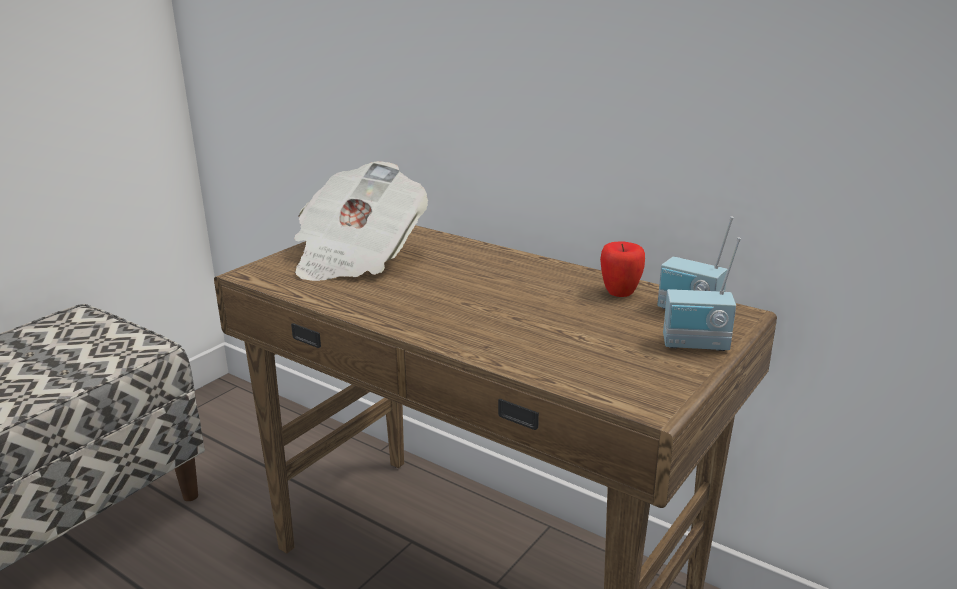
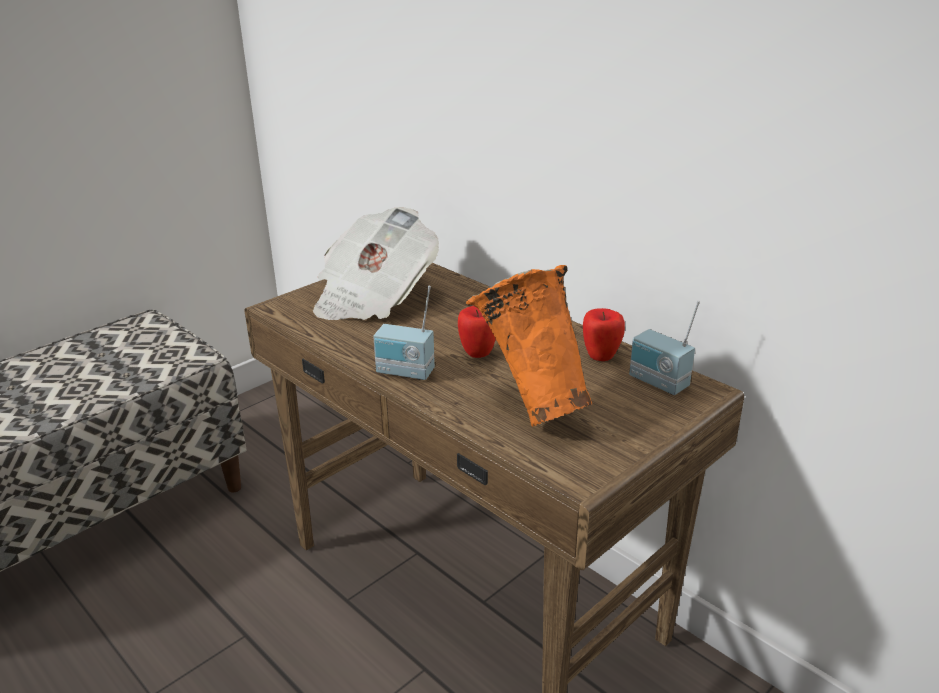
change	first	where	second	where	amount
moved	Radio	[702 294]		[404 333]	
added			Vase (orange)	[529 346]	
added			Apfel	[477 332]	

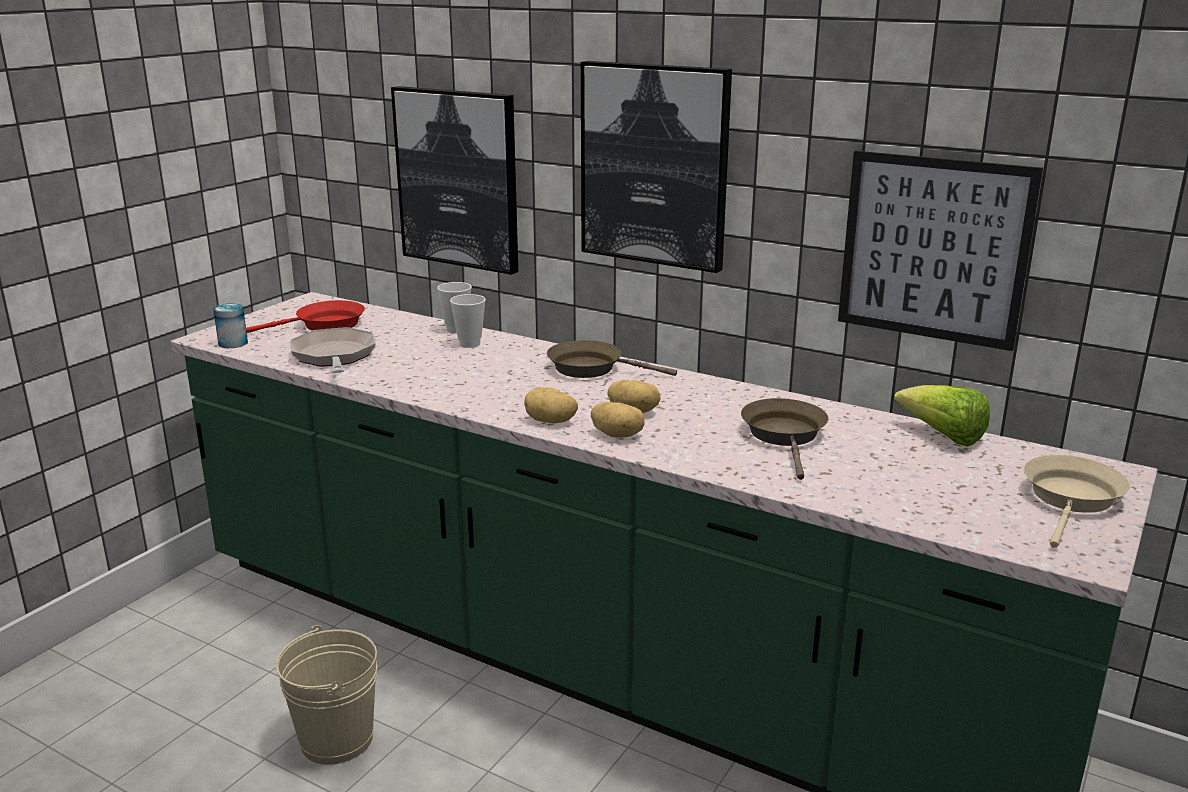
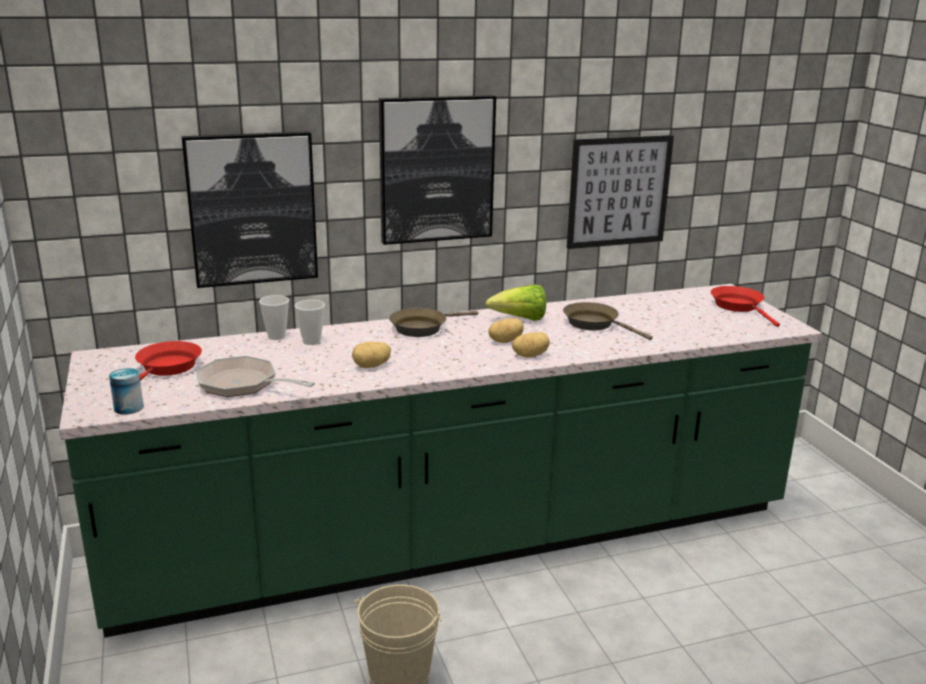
change	first	where	second	where	amount
moved	Salatkopf	[942 416]		[515 302]	
moved	Kartoffel	[551 405]		[371 354]	
recoloured	Pfanne (beige)	[1077 501]	Pfanne (rot)	[745 306]	

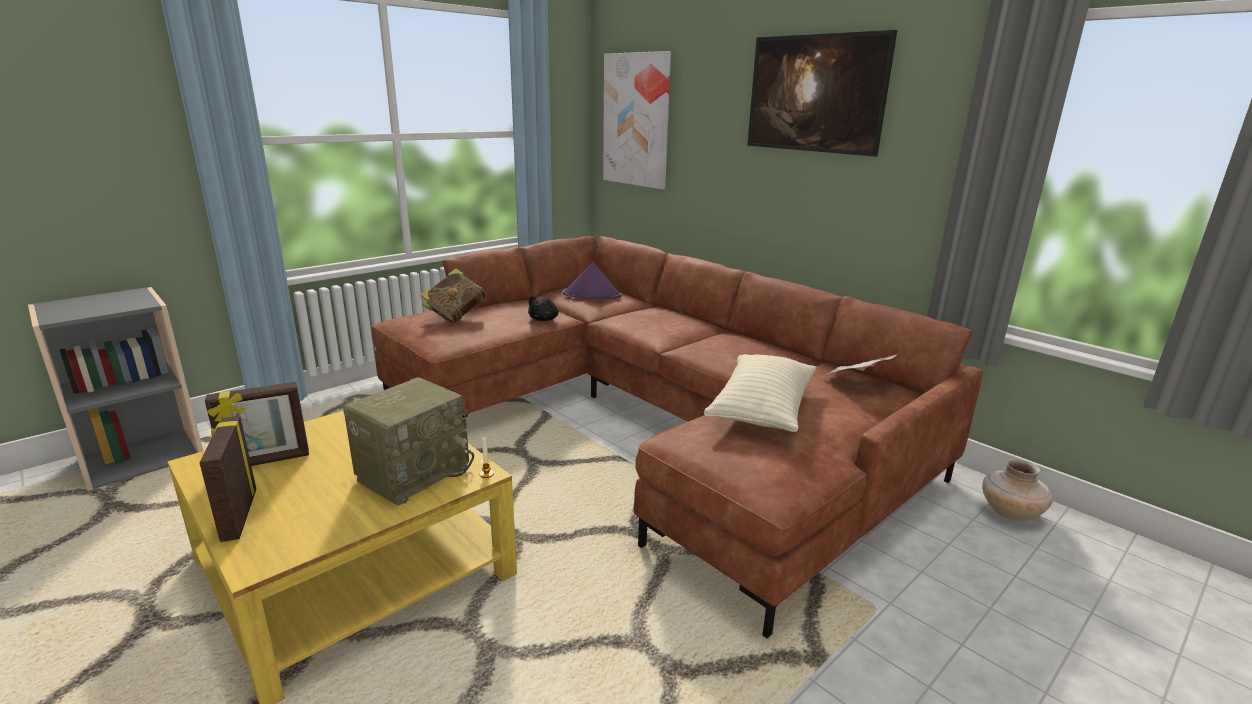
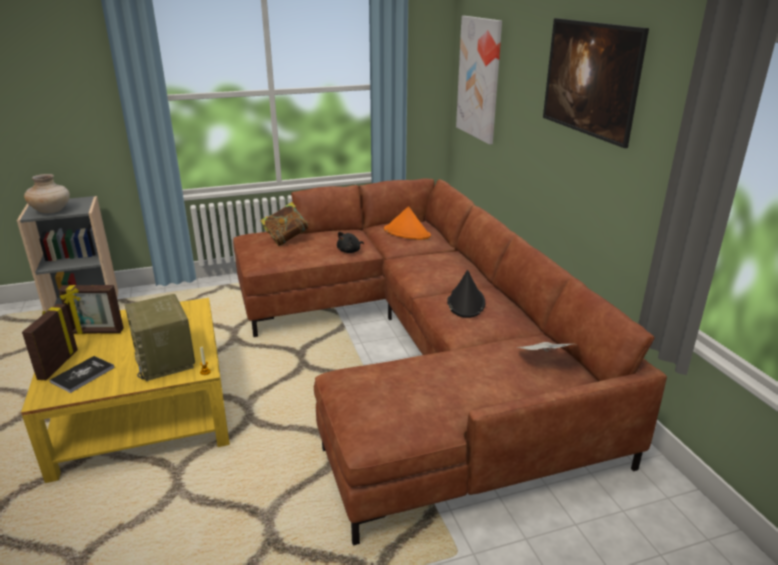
change	first	where	second	where	amount
recoloured	Hut (lila)	[592 281]	Hut (orange)	[407 223]	
removed	Kissen (beige)	[760 393]			
turned	Radio	[408 441]		[160 337]	90 degrees clockwise
moved	Vase (beige)	[1017 490]		[47 193]	
added			Hut (schwarz)	[466 294]	
added			Buch	[82 374]	

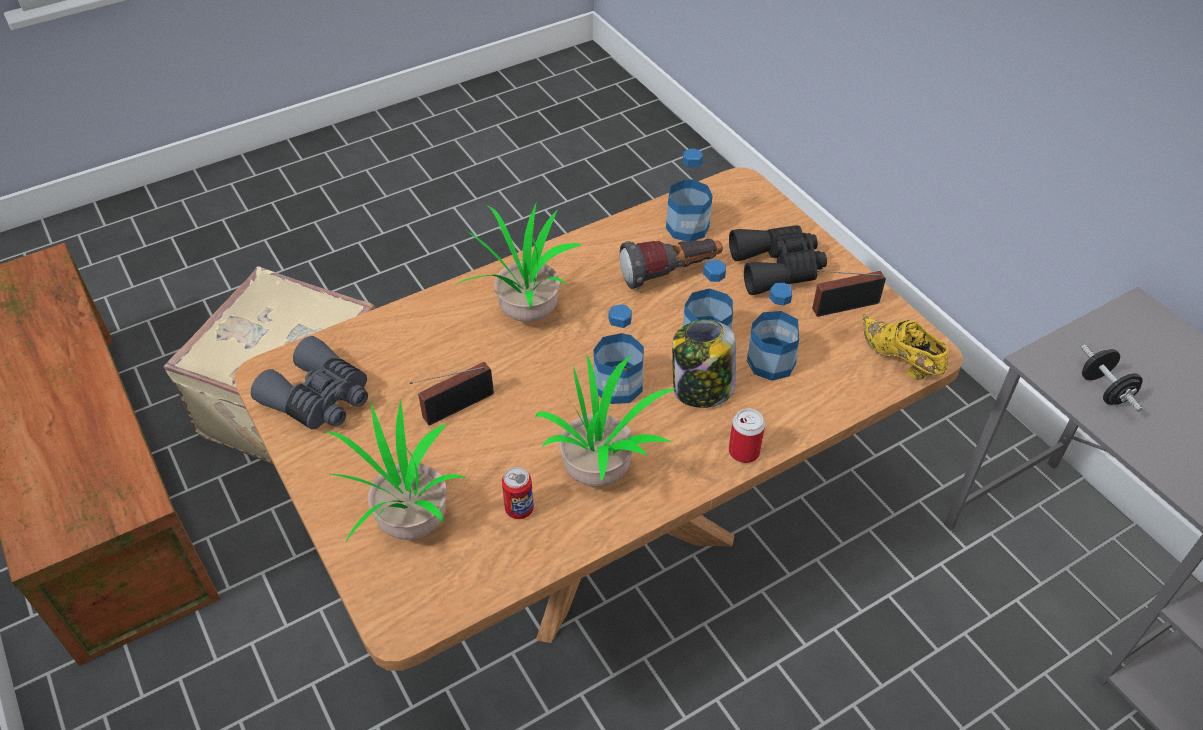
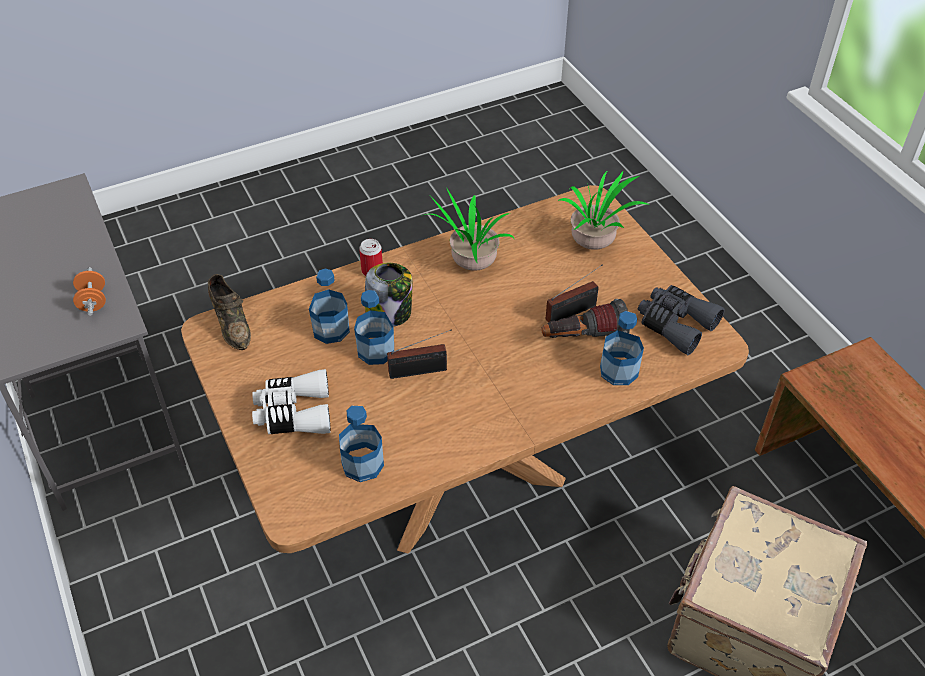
change	first	where	second	where	amount
removed	Topfpflanze	[517 263]			
recoloured	Fernglas (schwarz)	[778 260]	Fernglas (weiß)	[291 401]	
moved	Taschenlampe	[671 264]		[585 318]	
moved	Radio	[849 293]		[419 354]	
moved	Flasche	[618 354]		[622 348]	
recoloured	Schuh (gelb)	[905 347]	Schuh (braun)	[229 312]	
recoloured	Hantel (schwarz)	[1112 378]	Hantel (orange)	[89 291]	
removed	Dose	[518 493]			

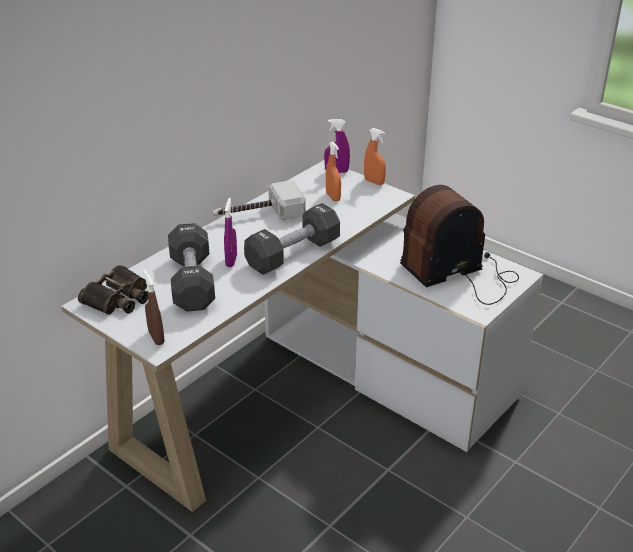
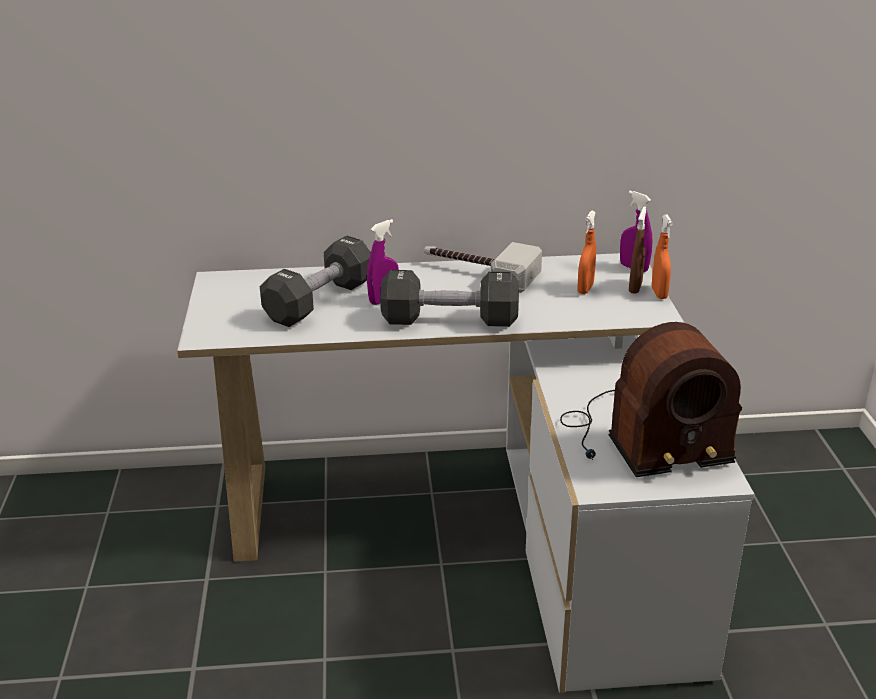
change	first	where	second	where	amount
turned	Radio	[459 245]		[651 399]	150 degrees clockwise
removed	Fernglas	[113 290]			
moved	Sprühflasche (braun)	[154 307]		[637 250]	

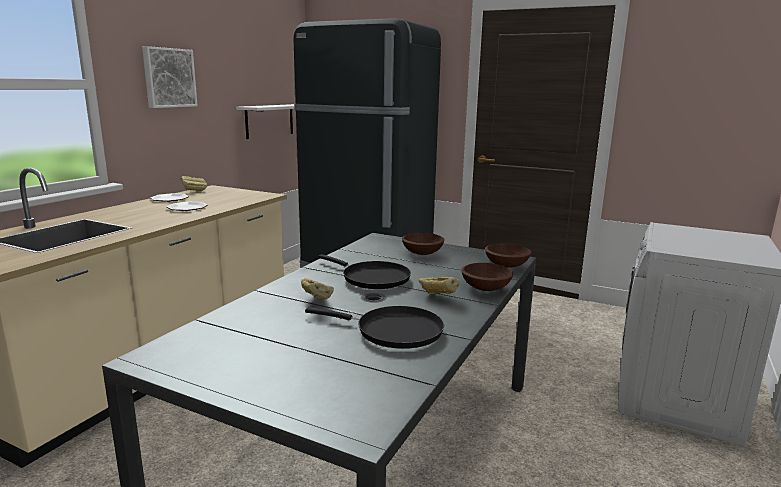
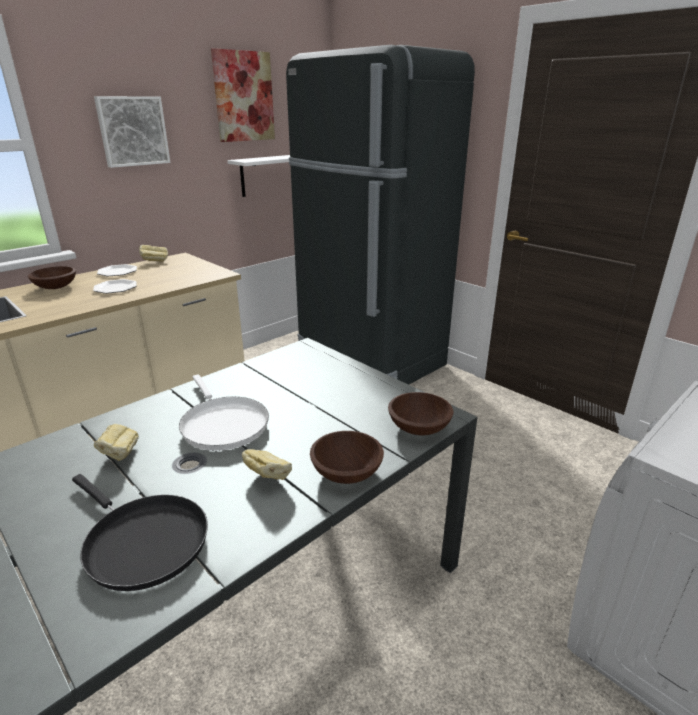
change	first	where	second	where	amount
moved	Schüssel (braun)	[423 244]		[52 277]	
recoloured	Pfanne (schwarz)	[364 271]	Pfanne (weiß)	[224 412]	
added			Bild	[243 95]	

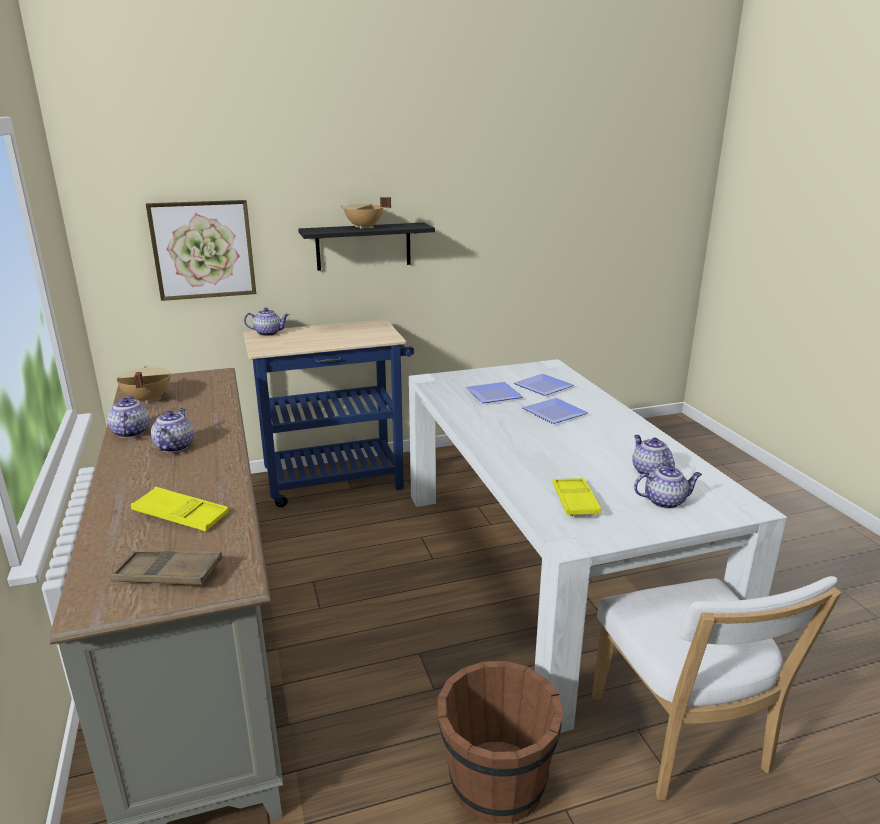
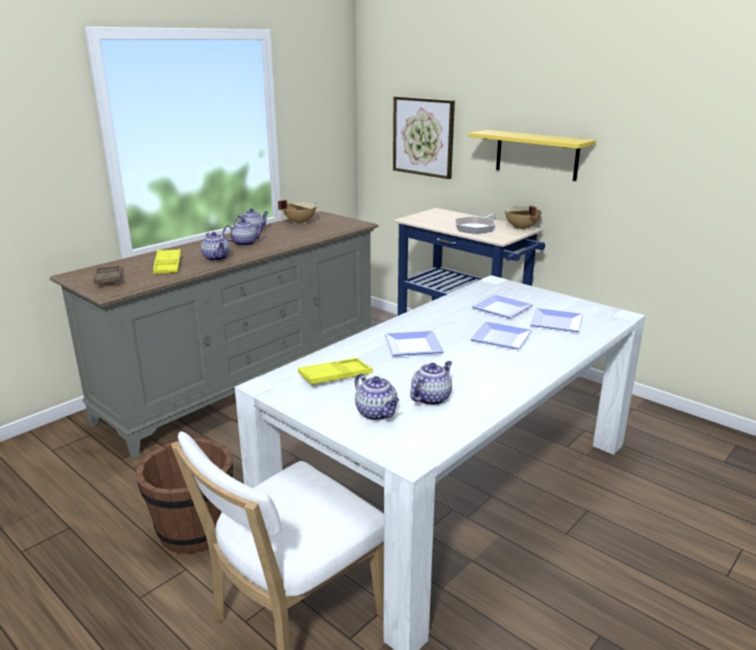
change	first	where	second	where	amount
moved	Kochtopf (beige)	[366 213]		[523 218]	
recoloured	Wandregal (schwarz)	[366 247]	Wandregal (gelb)	[532 155]	
moved	Teekanne	[266 322]		[215 246]	
added			Pfanne	[475 223]	
added			Teller	[414 343]	

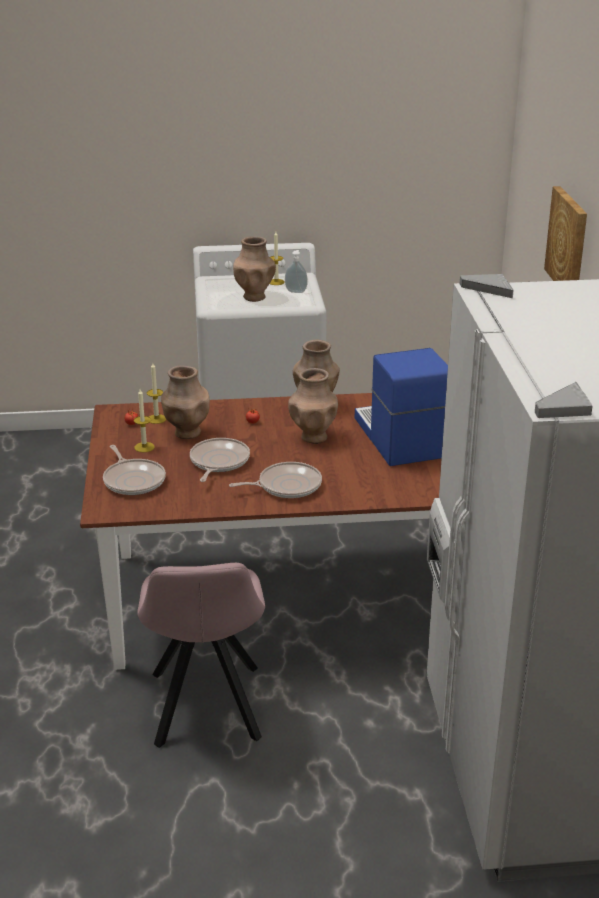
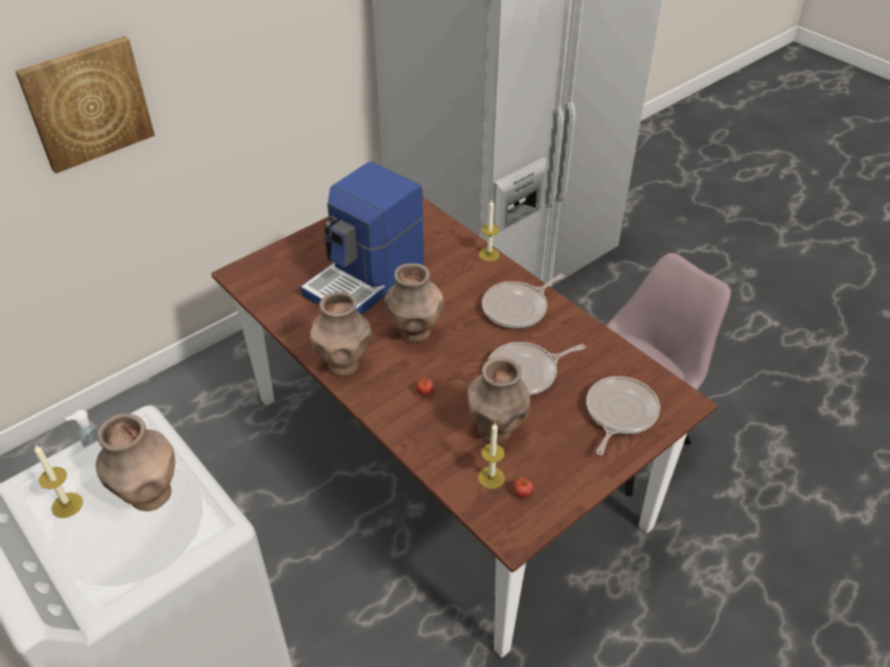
change	first	where	second	where	amount
moved	Kerze	[144 420]		[489 230]	
turned	Pfanne	[275 480]		[523 301]	75 degrees counterclockwise

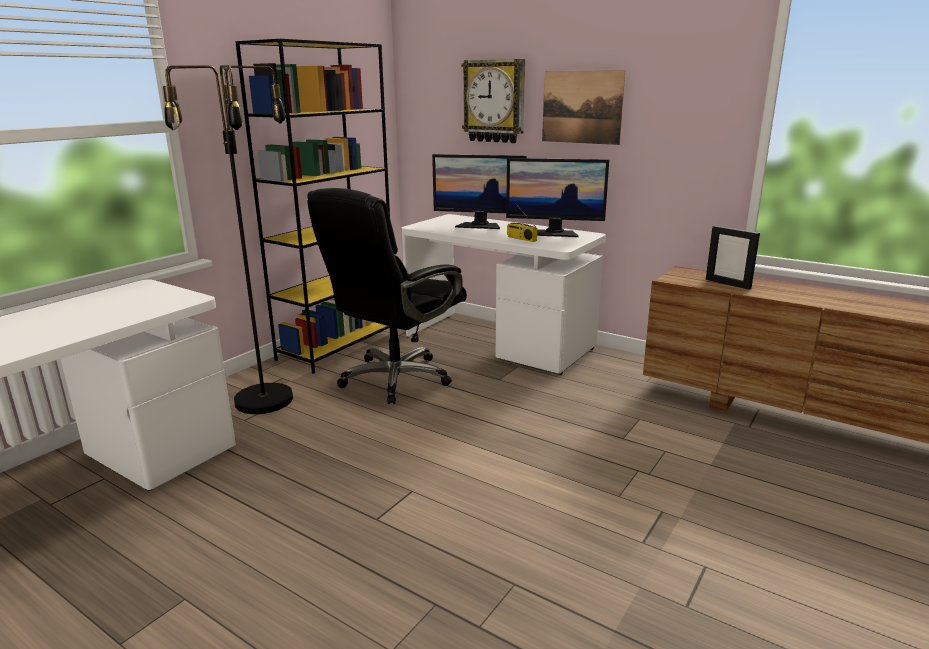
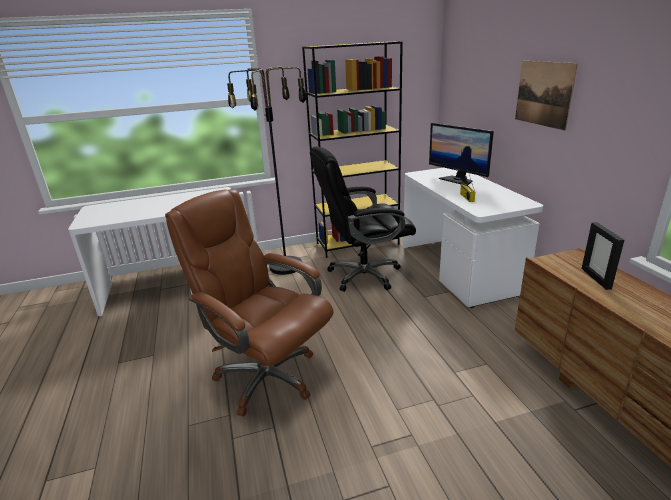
change	first	where	second	where	amount
removed	Wanduhr	[493 101]			
removed	Monitor	[557 197]			
added			Bürostuhl (braun)	[249 303]	

